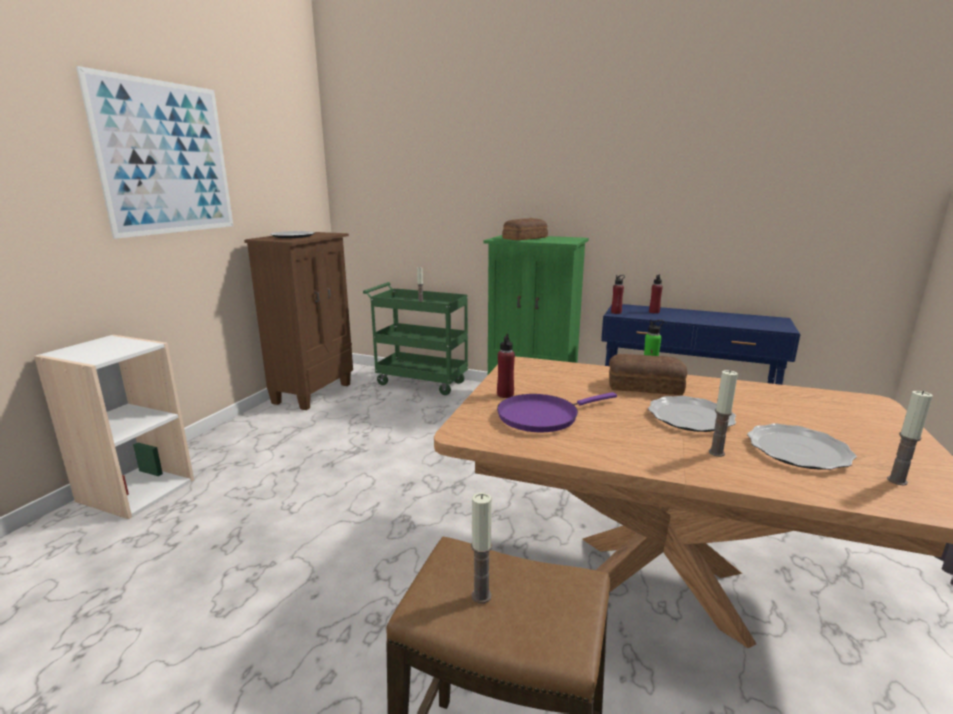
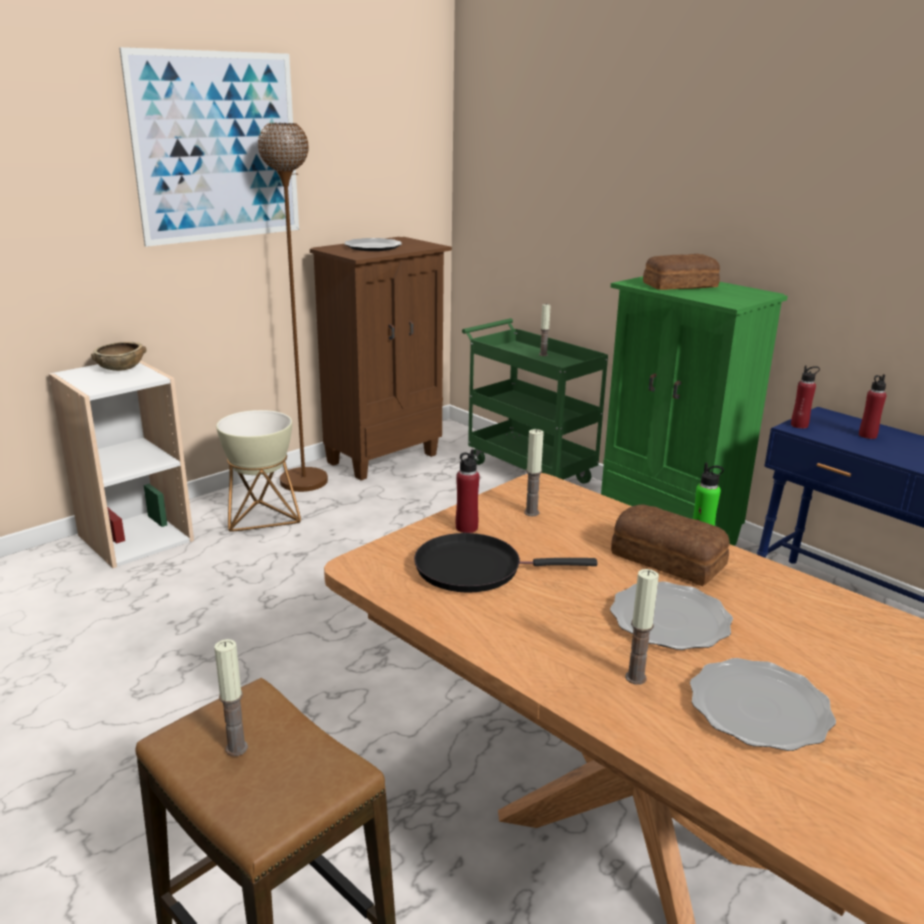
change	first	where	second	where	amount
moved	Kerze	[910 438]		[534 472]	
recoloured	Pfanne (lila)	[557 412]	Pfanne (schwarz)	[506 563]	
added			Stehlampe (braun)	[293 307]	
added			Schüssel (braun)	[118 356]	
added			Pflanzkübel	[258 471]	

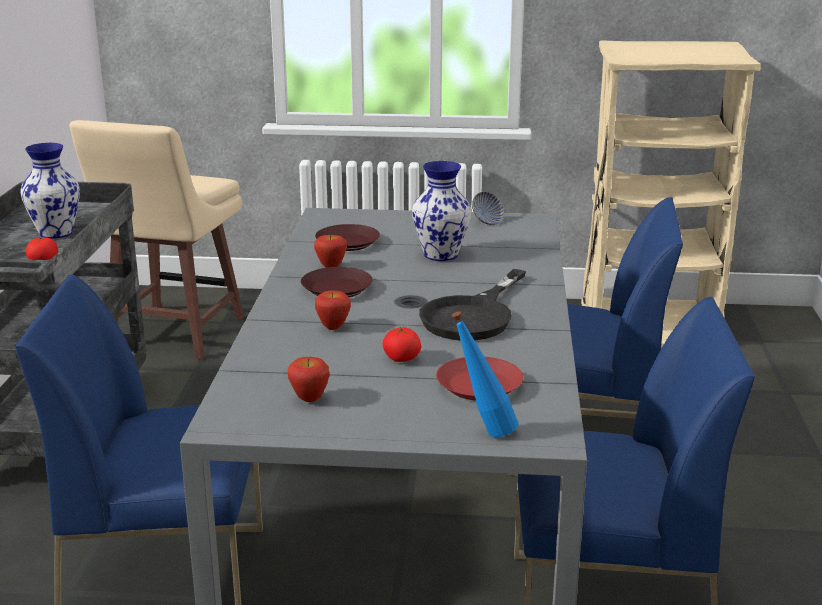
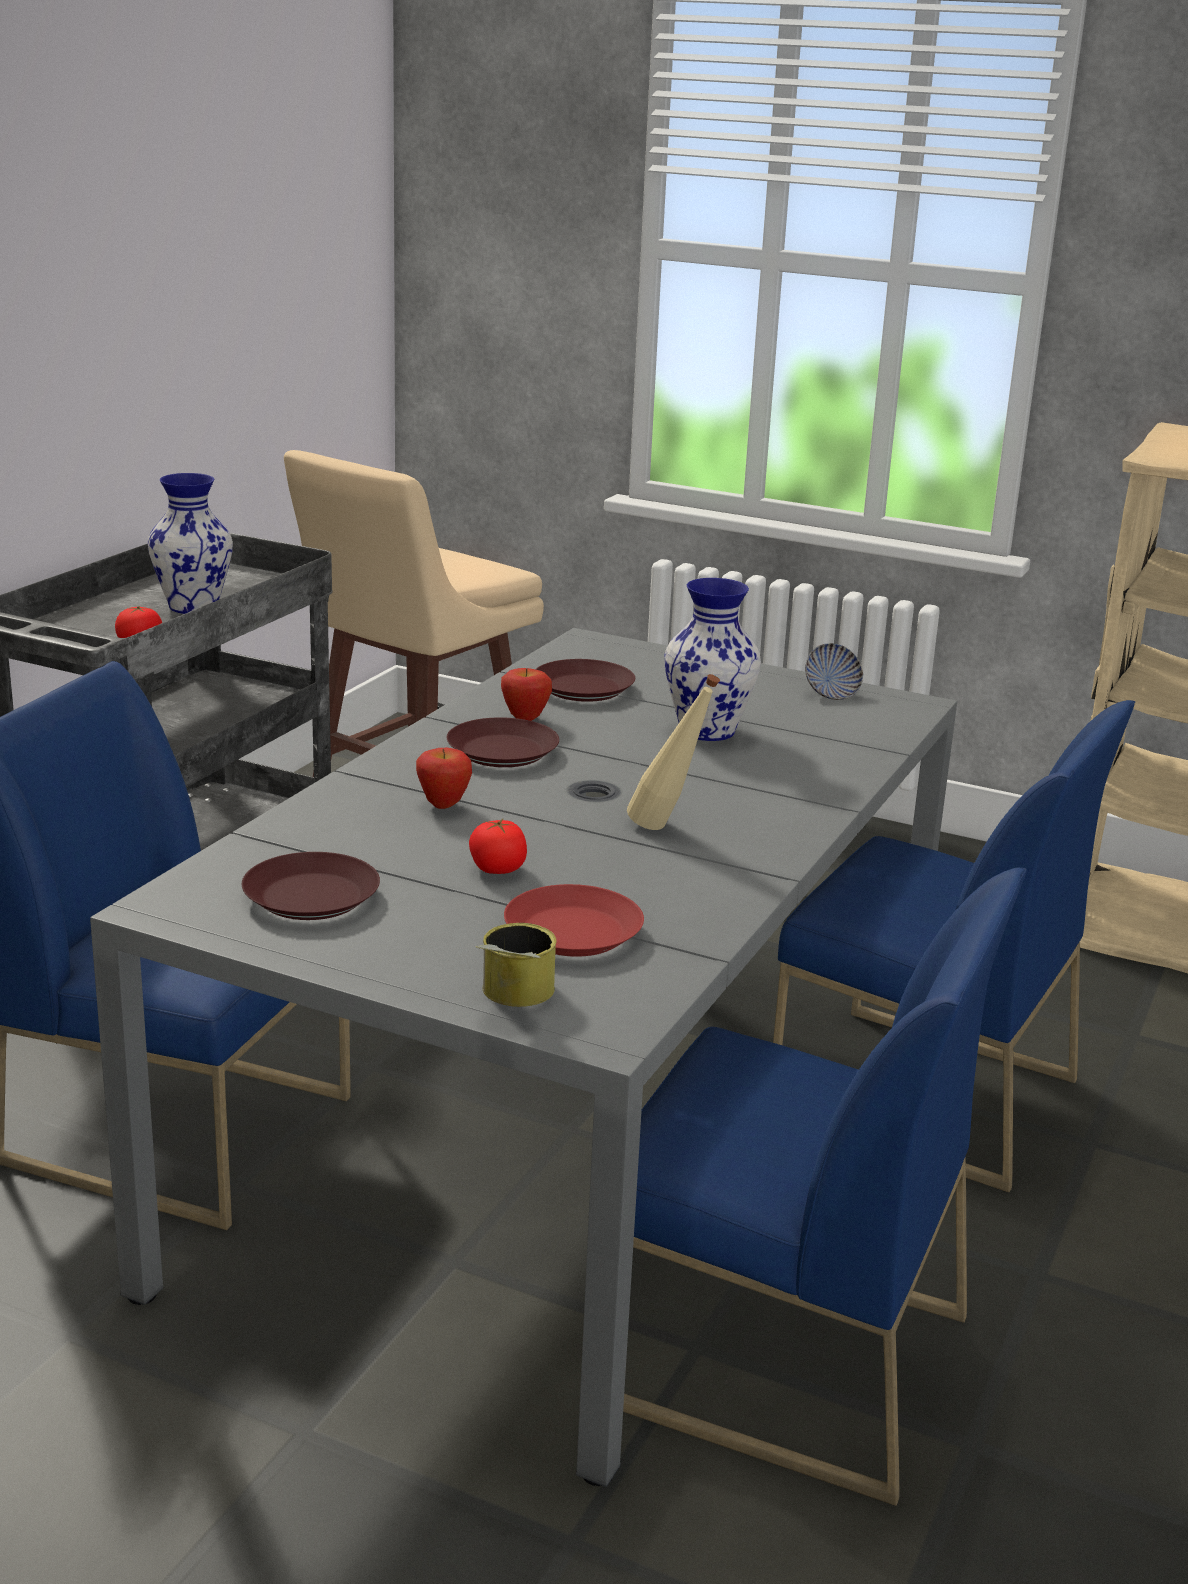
change	first	where	second	where	amount
replaced	Pfanne (schwarz)	[472 304]	Flasche (beige)	[673 752]	
replaced	Flasche (blau)	[485 374]	Dose	[515 965]	
replaced	Apfel	[308 379]	Teller (braun)	[311 886]	

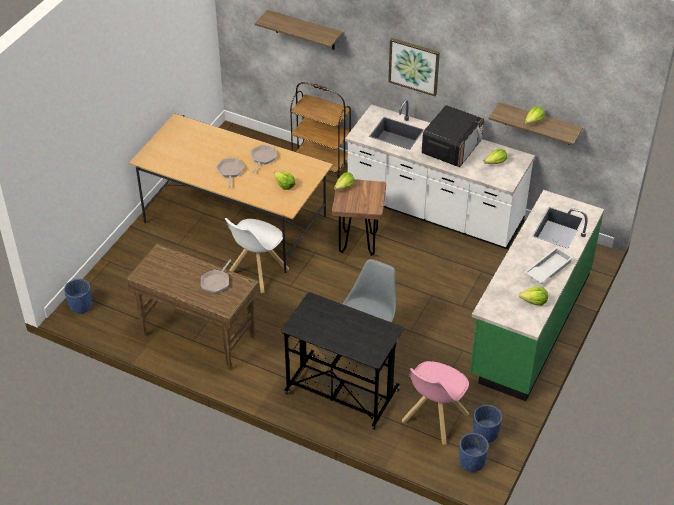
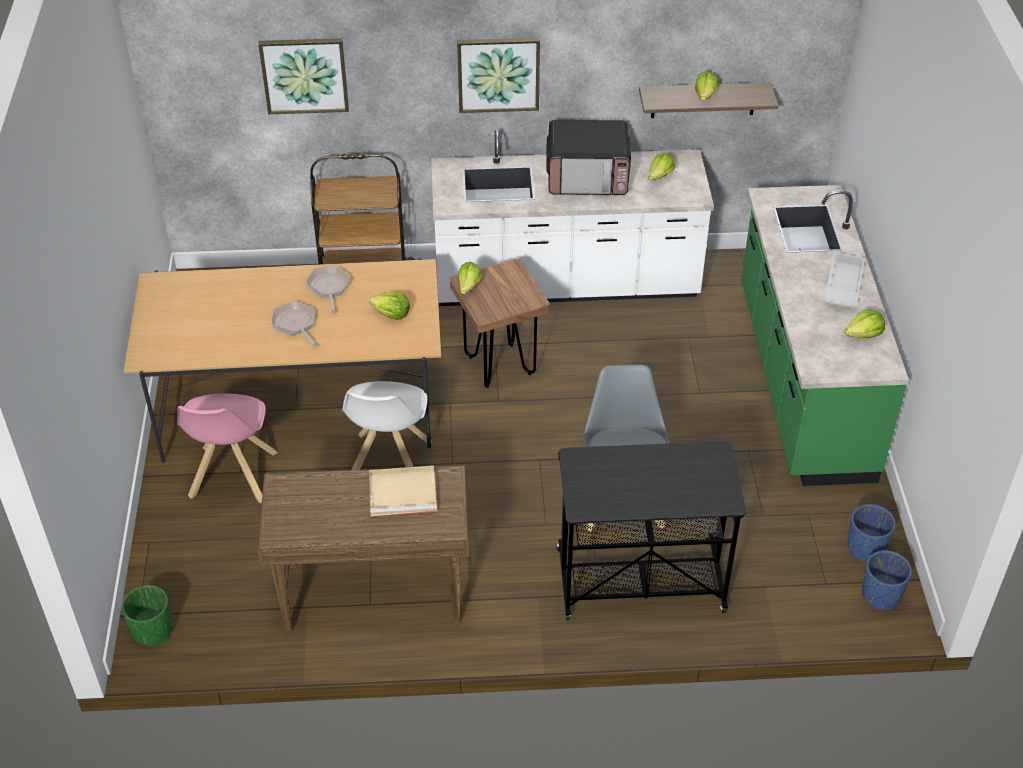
change	first	where	second	where	amount
replaced	Wandregal	[298 30]	Bild	[303 76]	
turned	Mikrowelle	[453 136]		[588 157]	90 degrees clockwise
replaced	Pfanne	[216 277]	Tablett (beige)	[403 491]	
recoloured	Pflanzkübel (blau)	[78 296]	Pflanzkübel (grün)	[147 615]	
moved	Stuhl (rosa)	[435 403]		[227 448]	

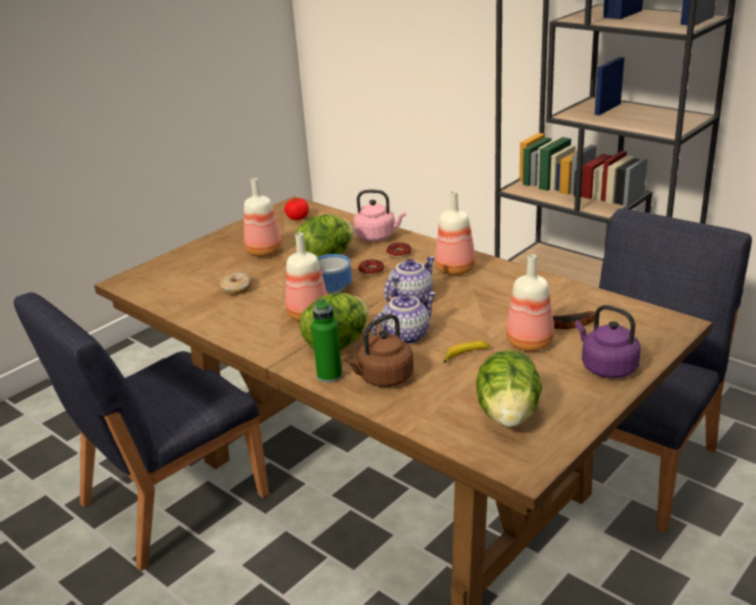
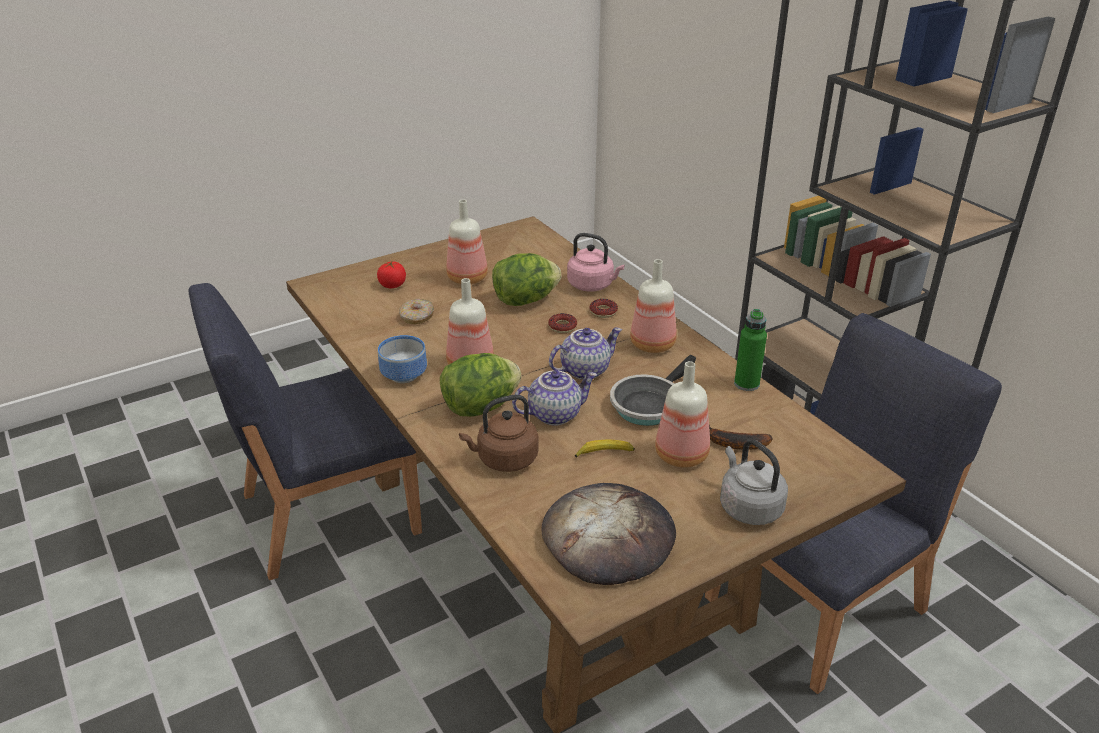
change	first	where	second	where	amount
moved	Tomate	[296 209]		[391 274]	
moved	Schüssel	[334 274]		[402 359]	
moved	Flasche (grün)	[326 341]		[750 350]	
recoloured	Wasserkessel (lila)	[608 341]	Wasserkessel (grau)	[754 482]	
replaced	Salatkopf	[509 388]	Brot	[608 534]	
added			Pfanne	[653 390]	

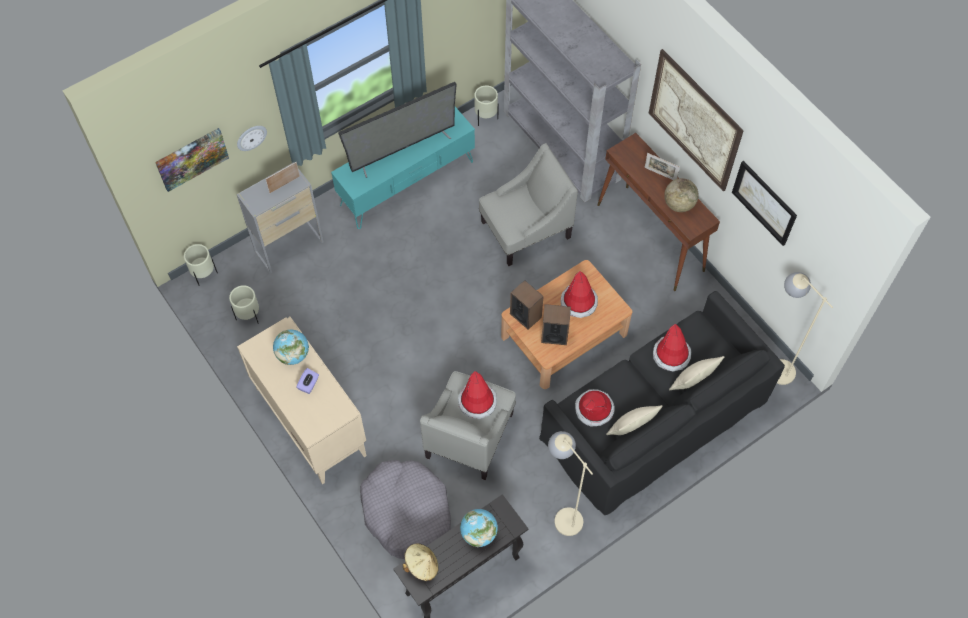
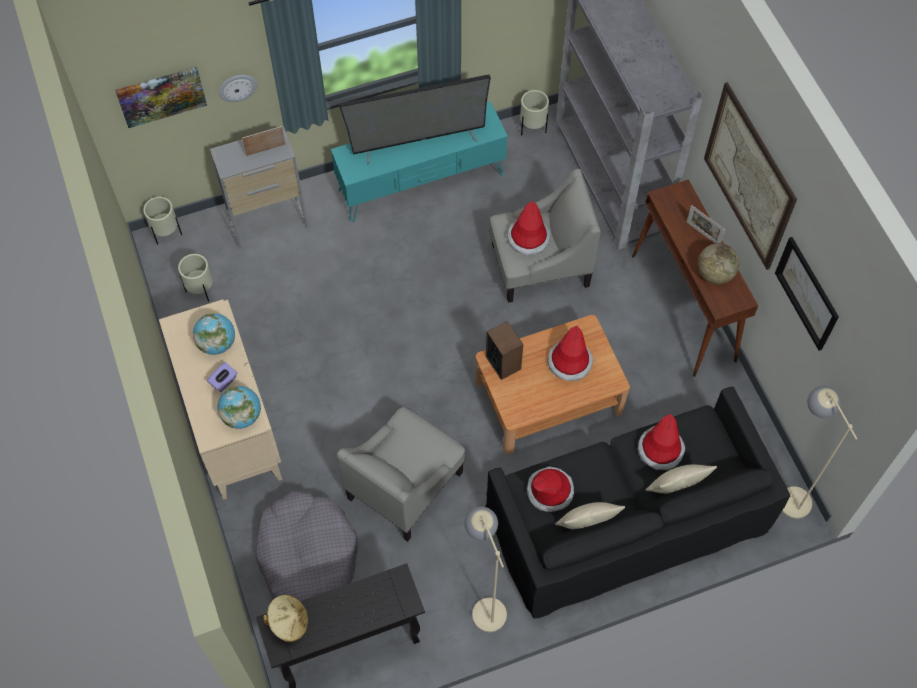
change	first	where	second	where	amount
removed	Lautsprecher	[556 324]			
moved	Hut	[477 395]		[529 228]	
moved	Globus	[479 528]		[239 407]	

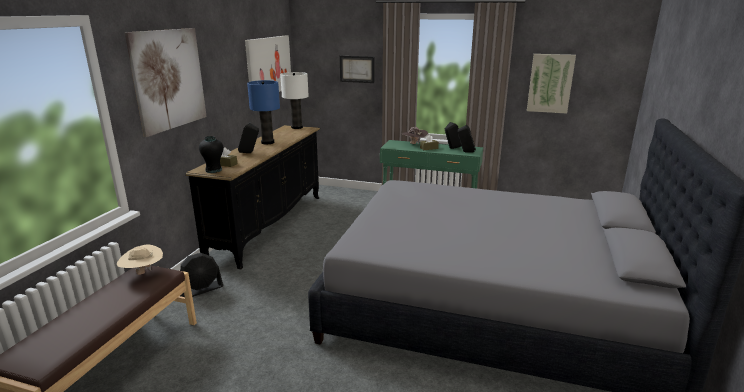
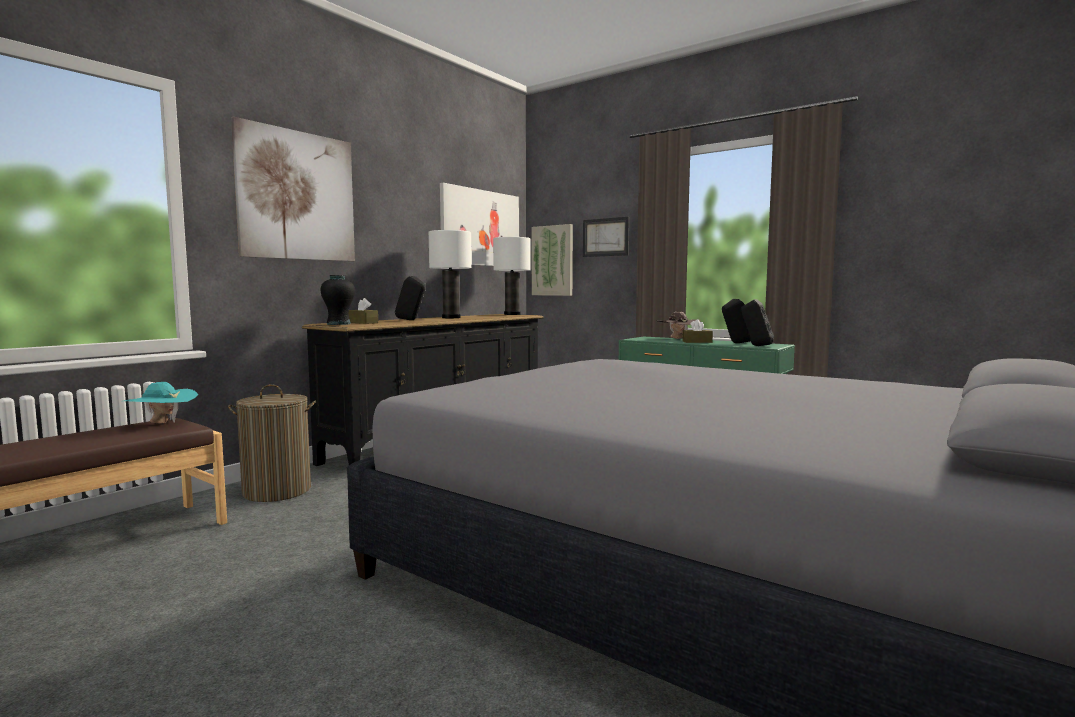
change	first	where	second	where	amount
moved	Bild	[551 84]		[552 260]	
recoloured	Tischlampe (blau)	[263 112]	Tischlampe (weiß)	[449 274]	
recoloured	Hut (beige)	[140 259]	Hut (türkis)	[161 403]	
replaced	Ventilator (schwarz)	[201 275]	Wäschekorb	[272 443]	

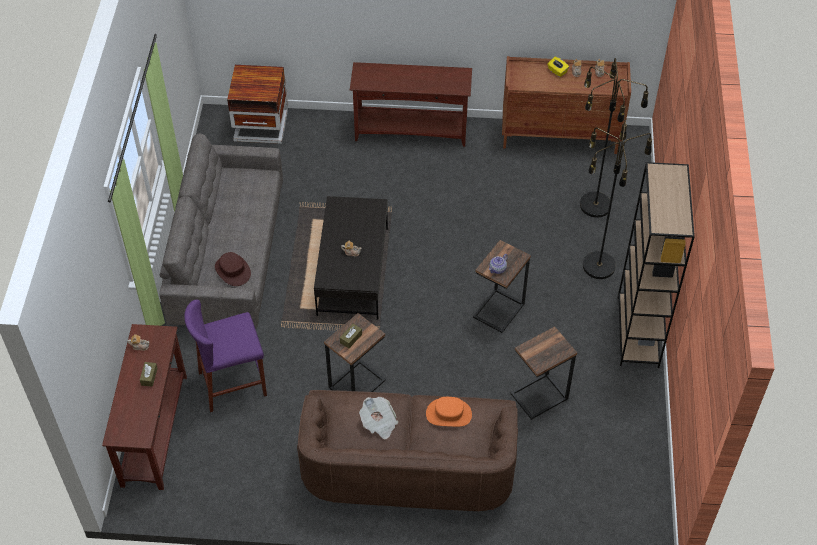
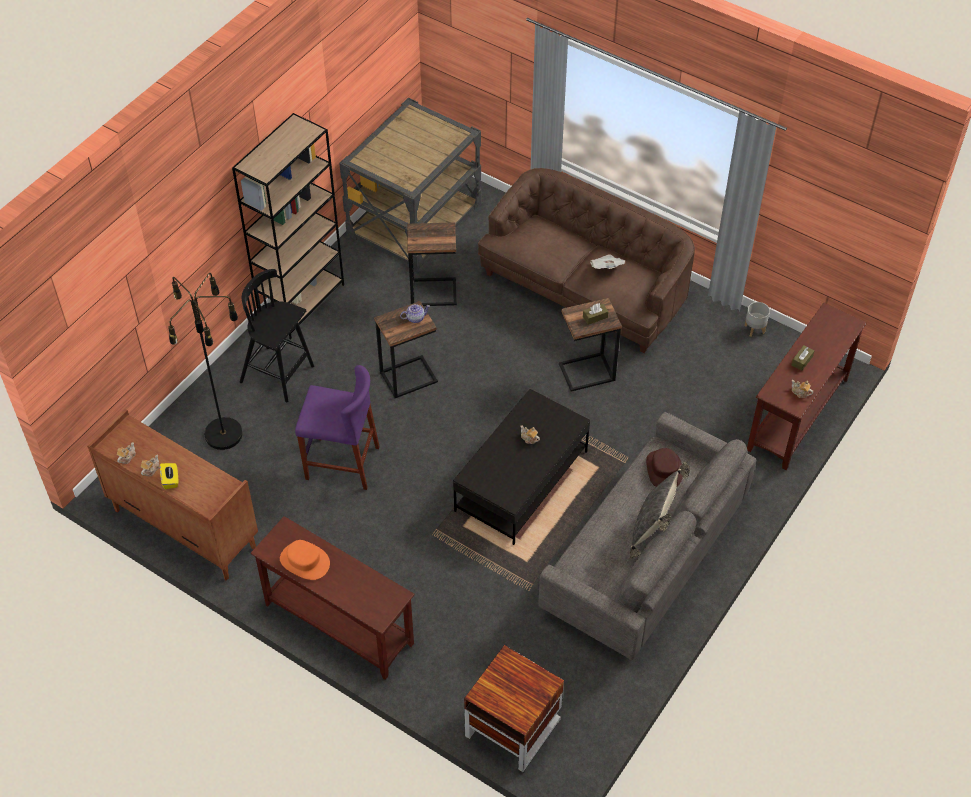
change	first	where	second	where	amount
replaced	Stehlampe	[617 199]	Hocker (schwarz)	[277 335]	
moved	Hocker (lila)	[225 356]		[337 427]	
moved	Hut (orange)	[449 412]		[305 560]	
added			Bücherregal	[410 184]	
added			Pflanzkübel (grau)	[757 319]	
added			Kissen	[660 510]	

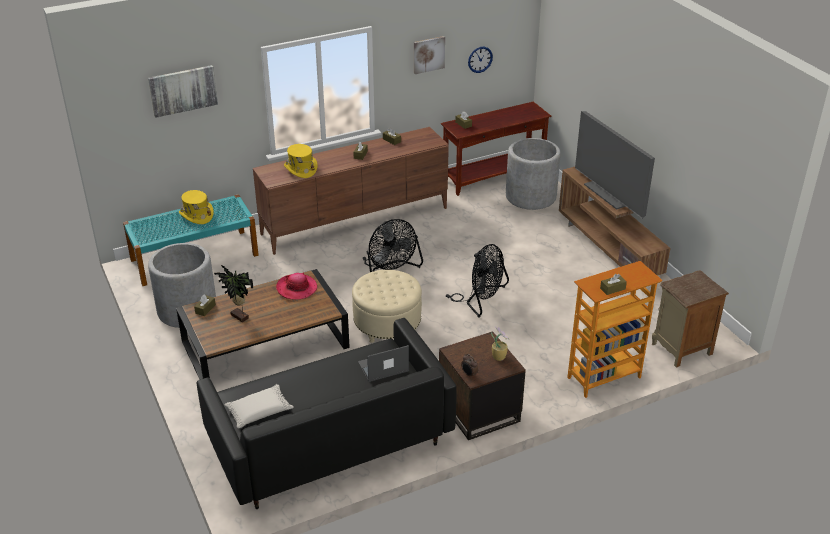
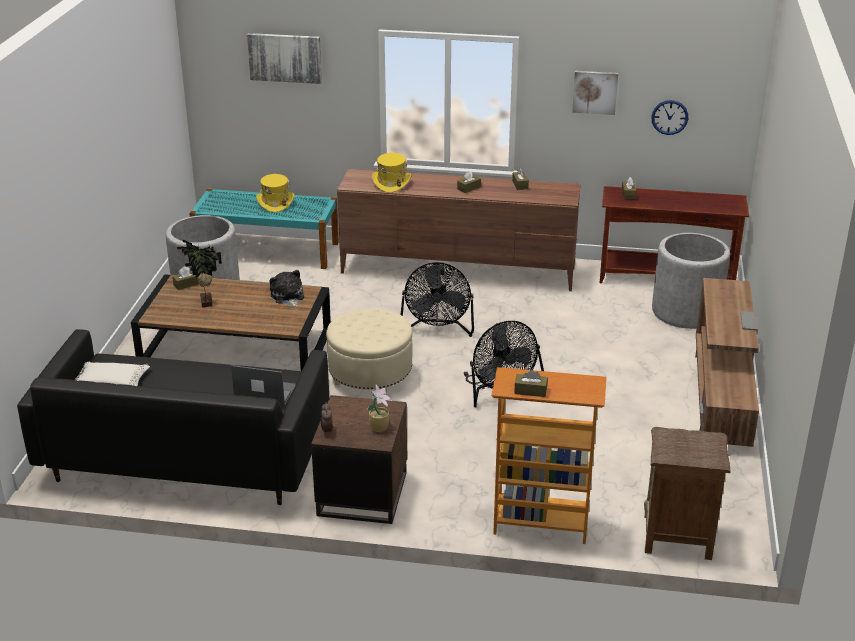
change	first	where	second	where	amount
removed	Fernseher	[615 165]			
replaced	Hut	[296 286]	Plüschtier	[287 289]	

